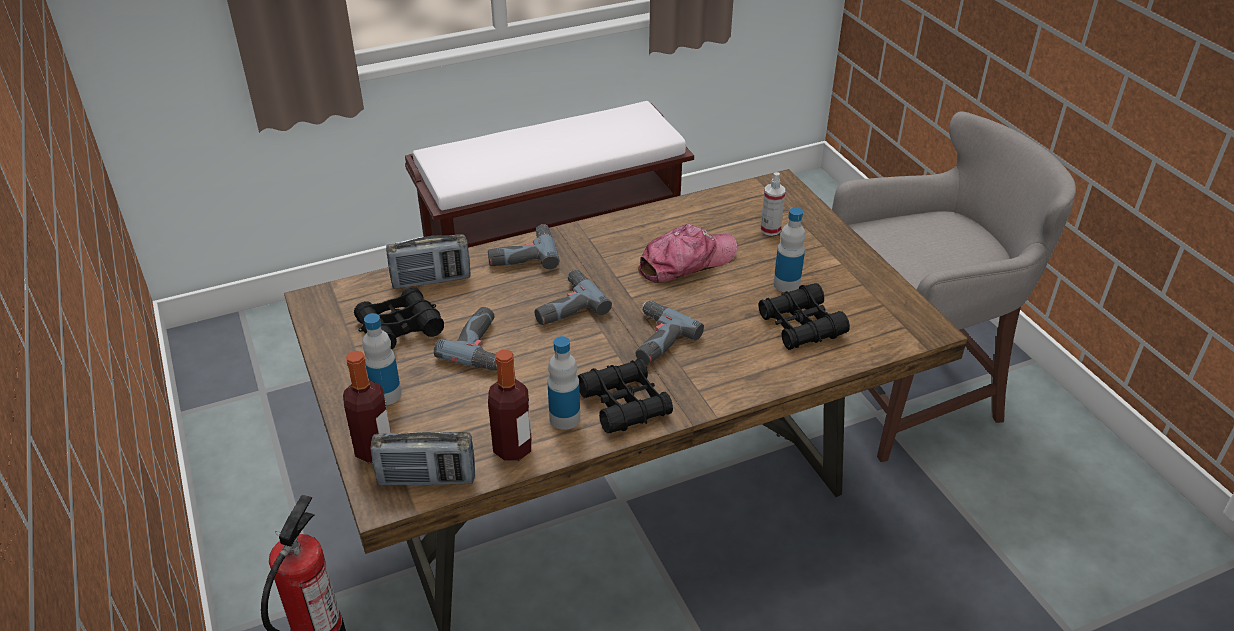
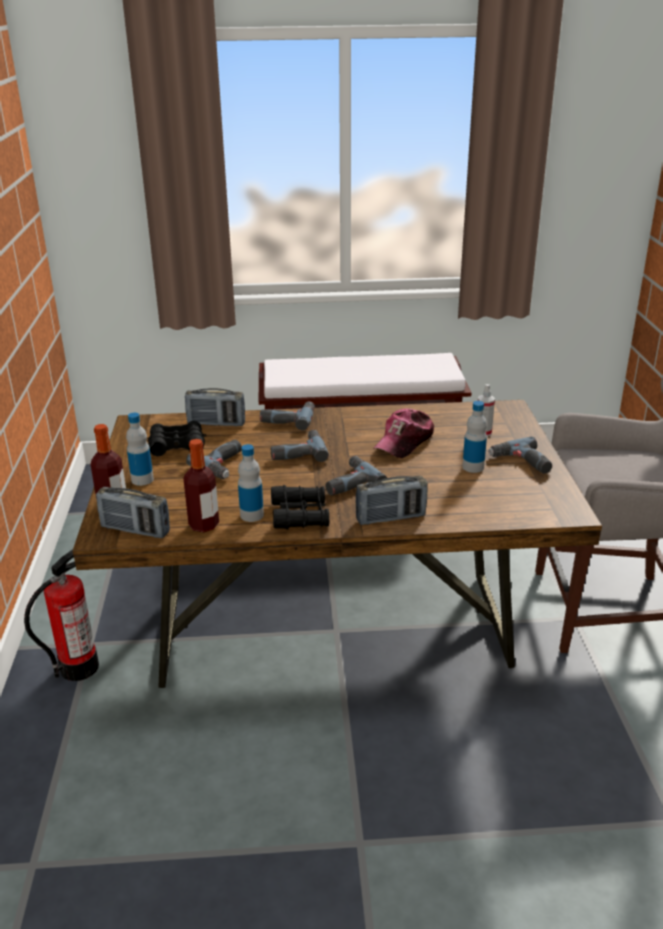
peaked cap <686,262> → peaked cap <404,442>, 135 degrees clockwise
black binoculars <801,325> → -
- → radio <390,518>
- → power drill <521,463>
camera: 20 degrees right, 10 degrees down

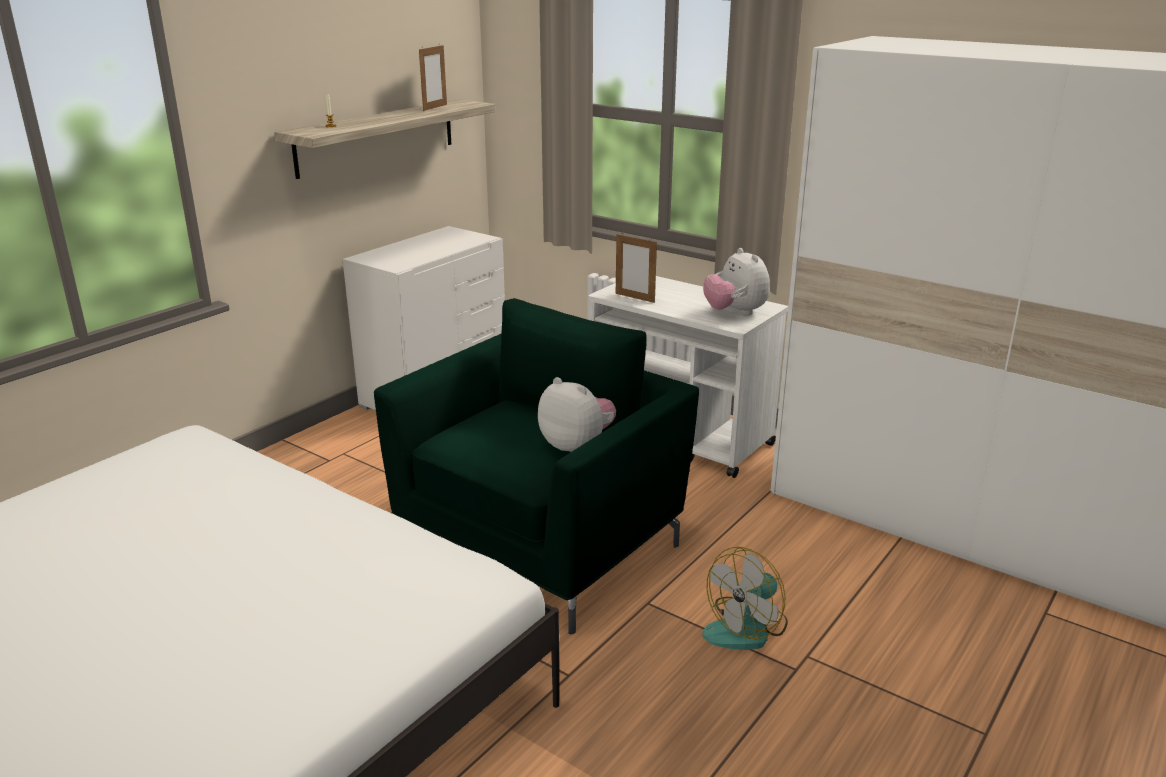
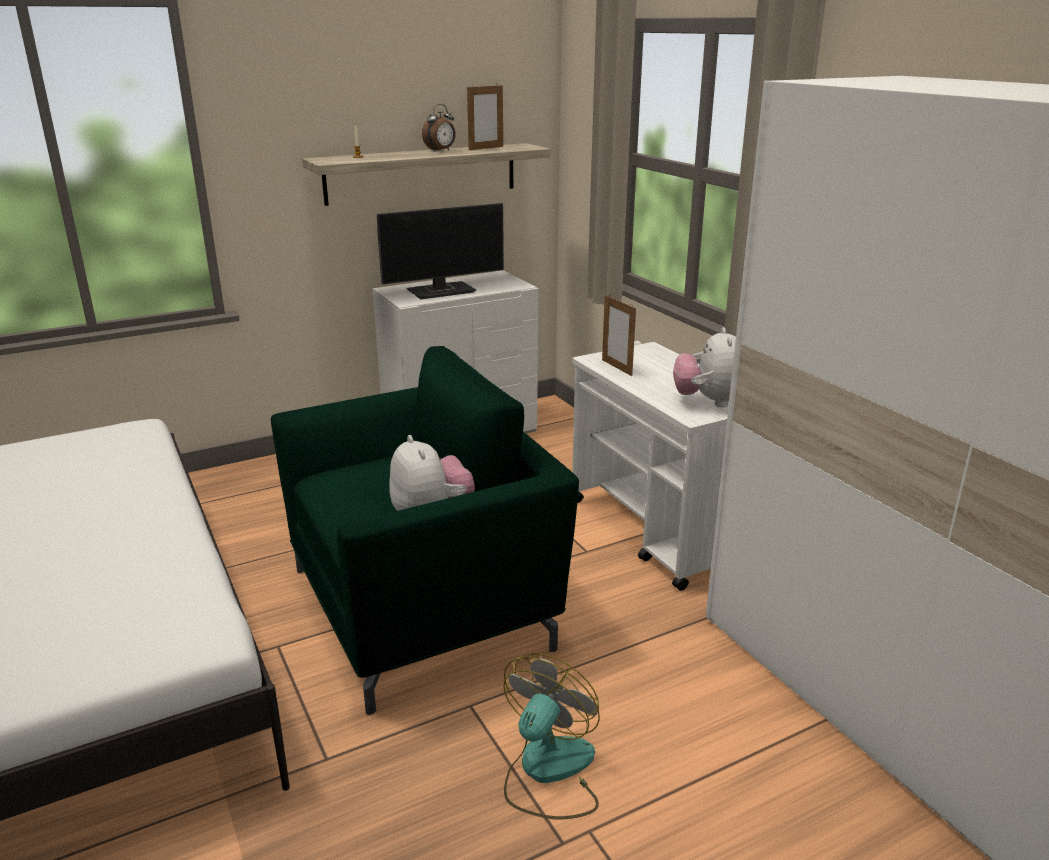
fan <746,629> → fan <548,772>, 135 degrees clockwise
- → monitor <442,291>
- → table clock <441,150>
camera: 25 degrees right, 0 degrees up

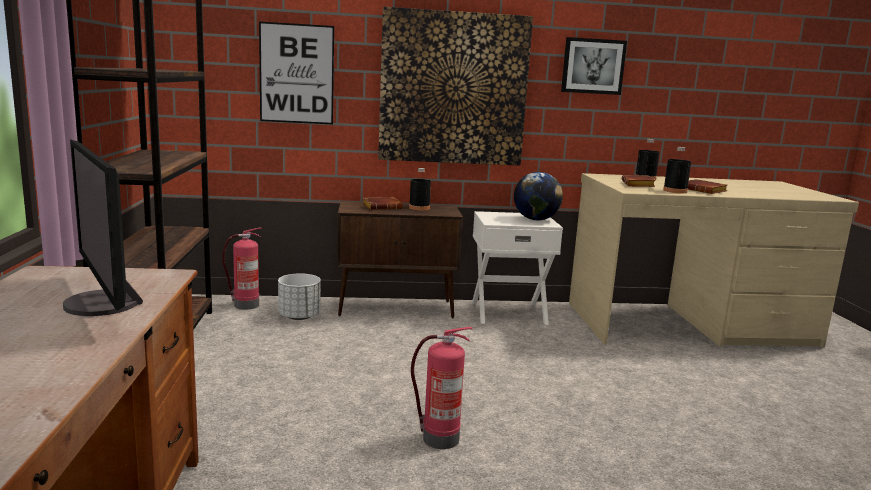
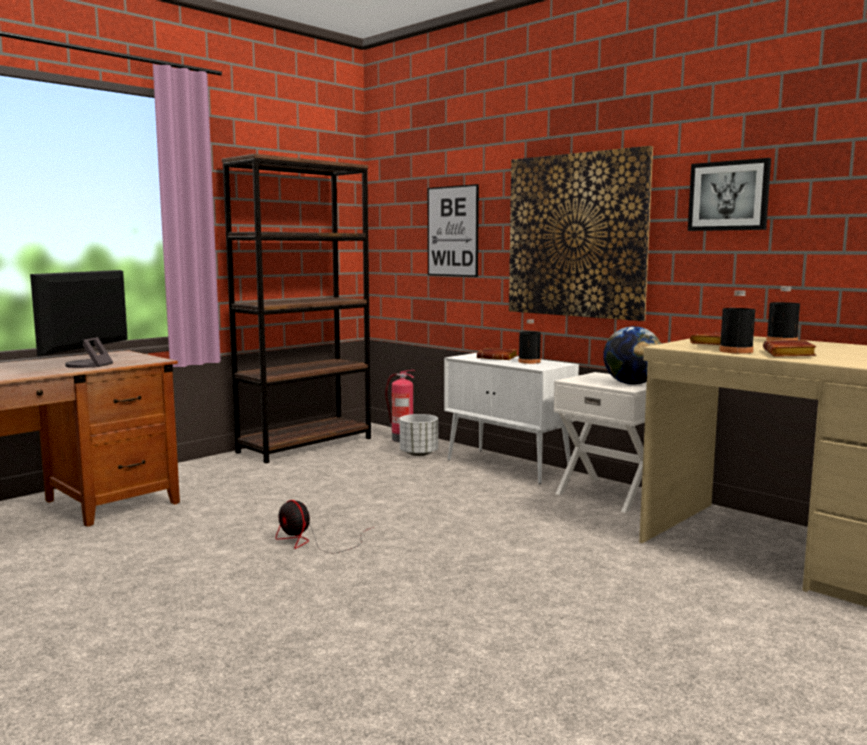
brownish cabinet <397,308> → white cabinet <509,466>
fire extinguisher <439,439> → fan <313,542>
camera: 50 degrees right, 5 degrees down

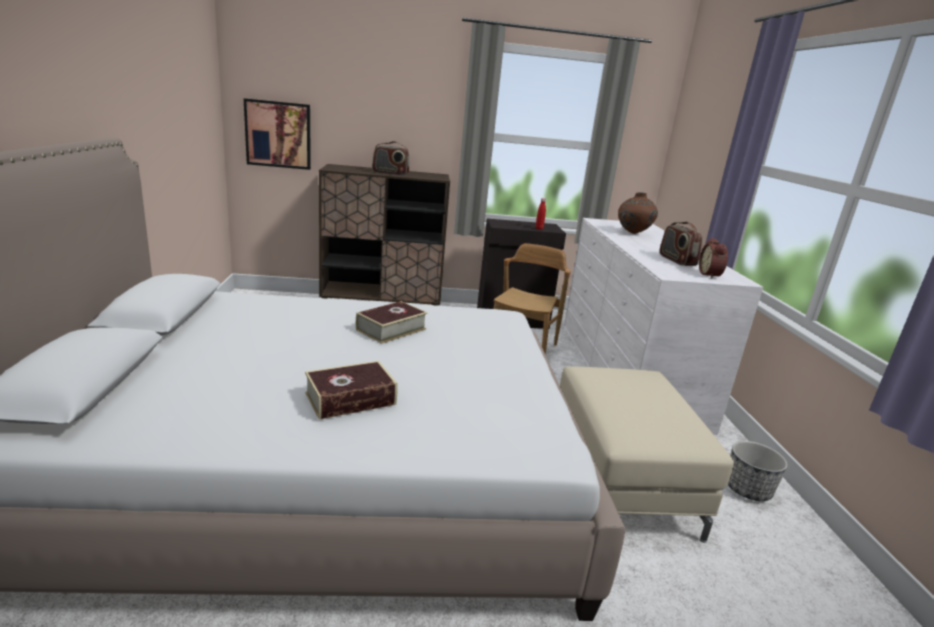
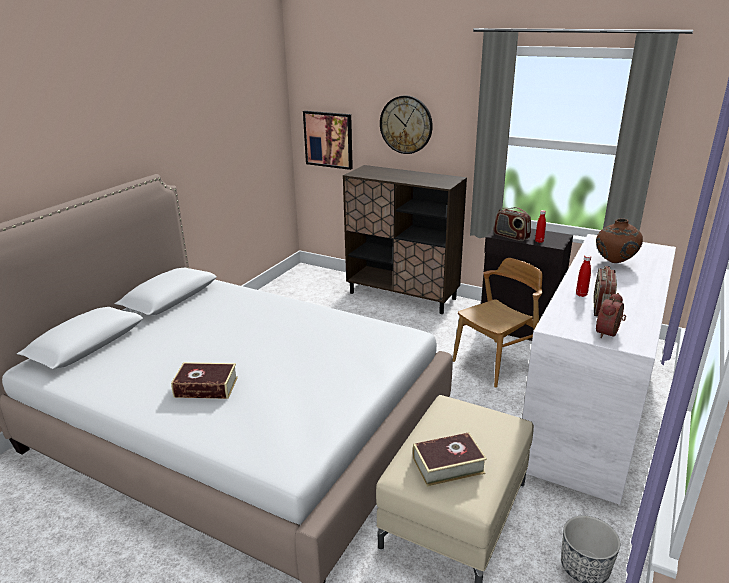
bound book <391,329> → bound book <448,465>, move
radio <390,173> → radio <511,236>, move
- → wall clock <406,125>
- → red-coloured bottle <581,294>
camera: 35 degrees right, 5 degrees up

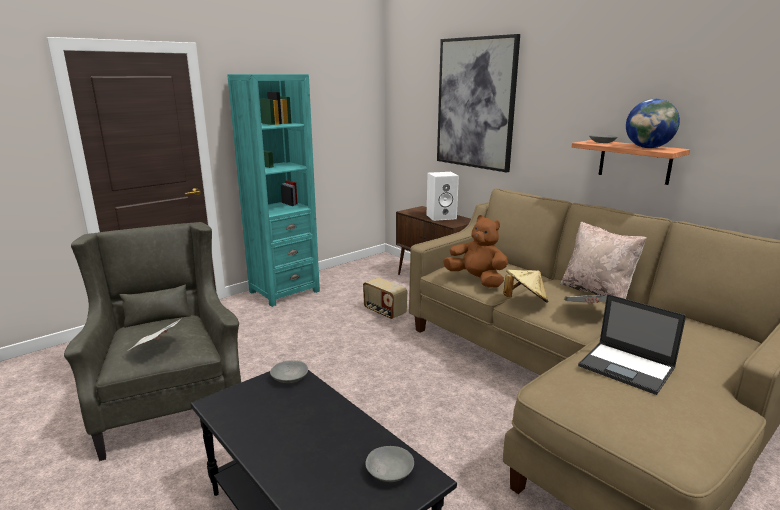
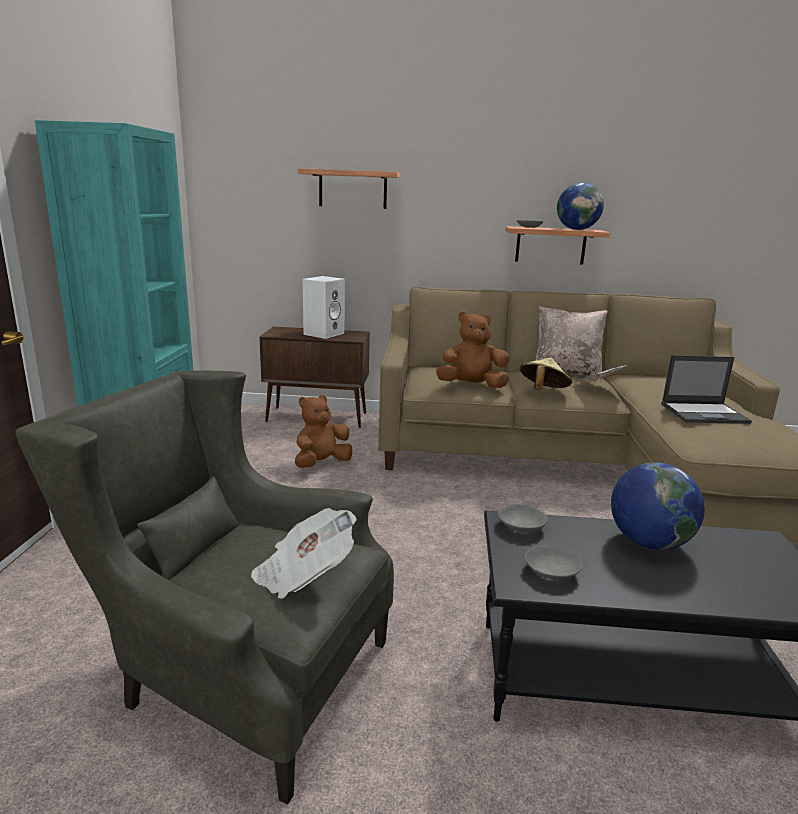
radio <384,312> → brownish plush toy <321,463>
gray deep dish <389,471> → gray deep dish <550,571>, move
wall art <475,104> → wall shelf <353,189>
- → desk globe <648,542>
camera: 45 degrees left, 0 degrees up

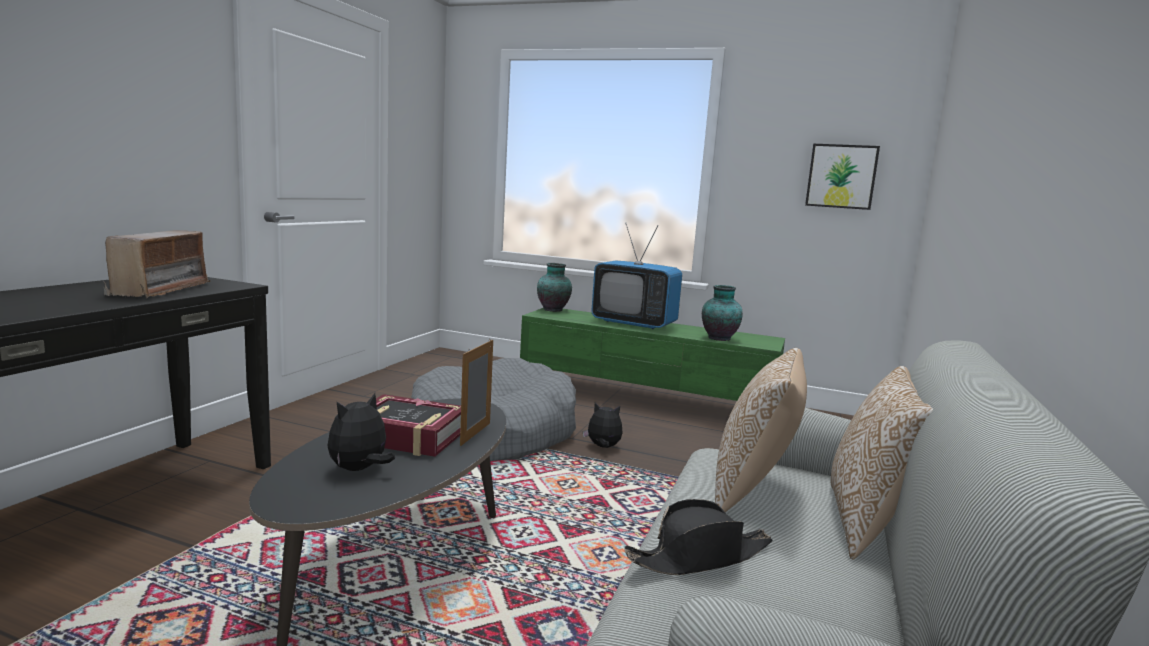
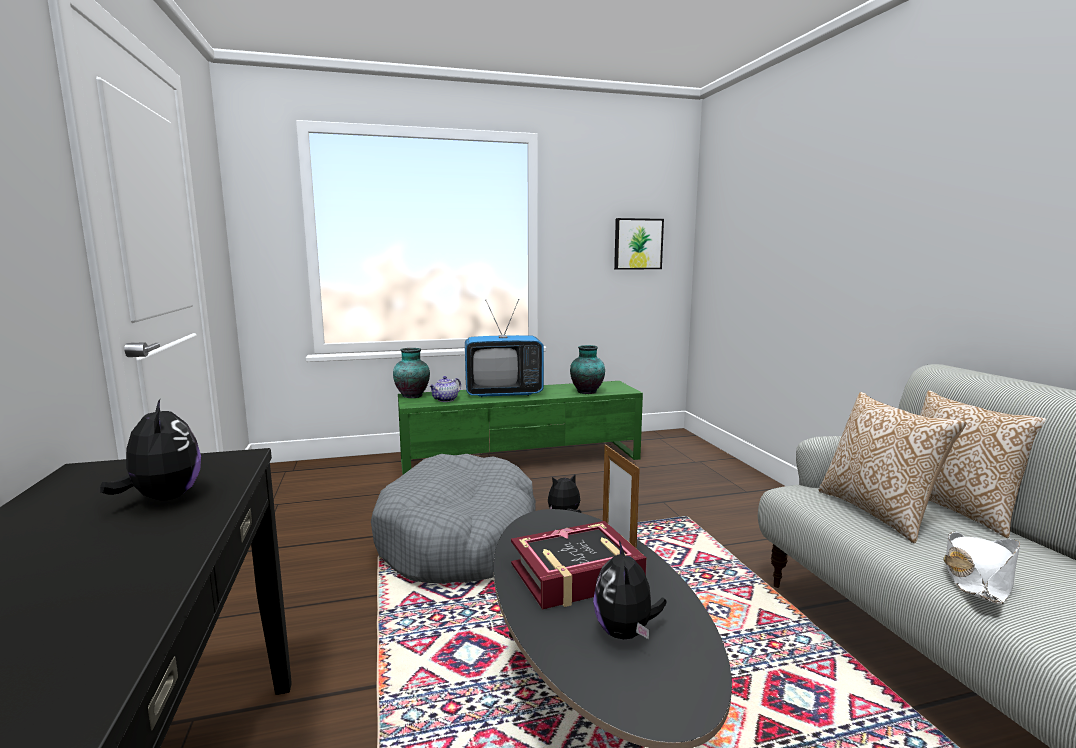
radio <161,290> → plush toy <163,498>
black clothing hat <700,557> → white clothing hat <977,578>
- → pot for tea <446,400>
camera: 35 degrees left, 0 degrees up

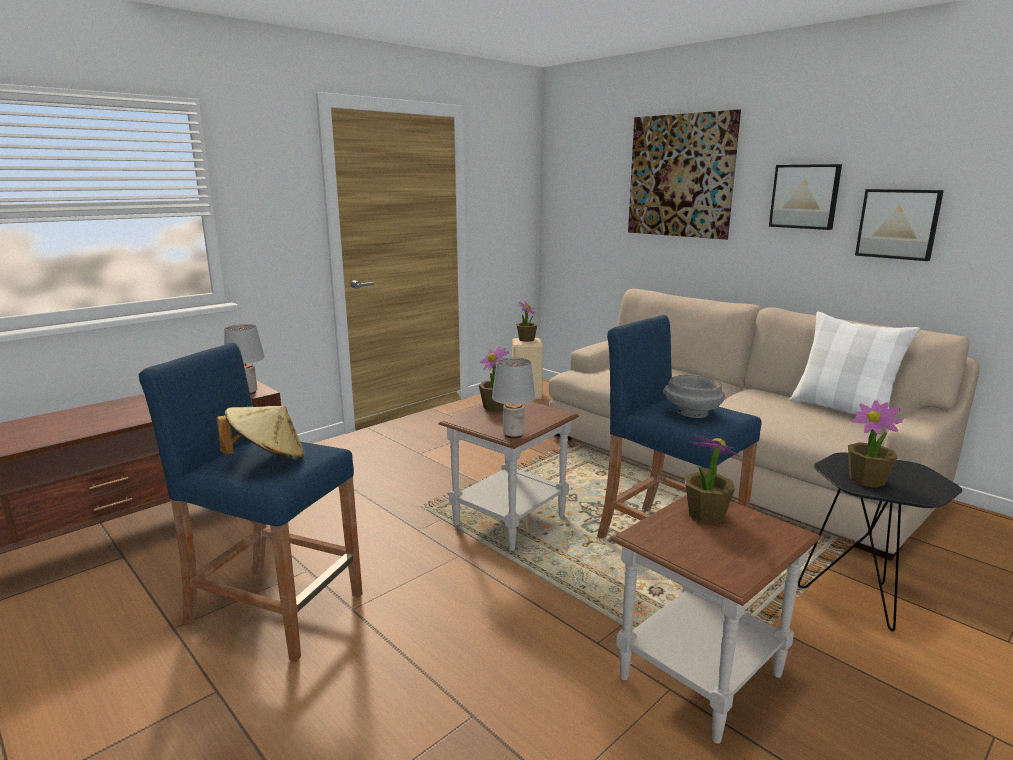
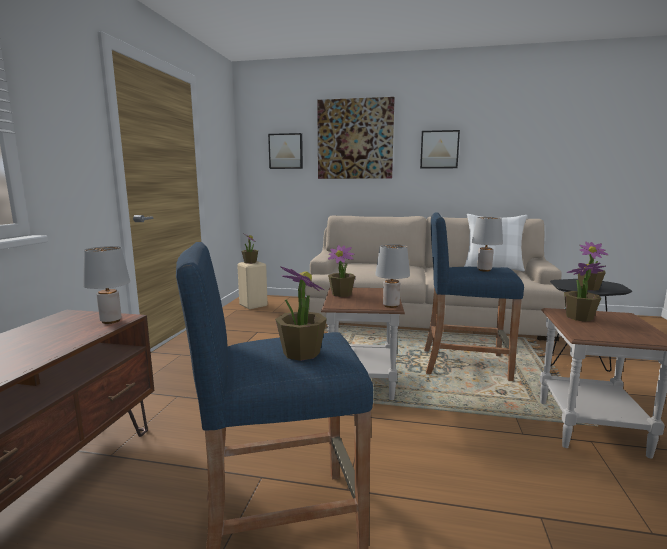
sand-coloured clothing hat <267,459> → houseplant <301,353>
gray deep dish <691,413> → gray table lamp <484,270>
wall art <898,224> → wall art <286,151>, move
camera: 35 degrees left, 5 degrees down

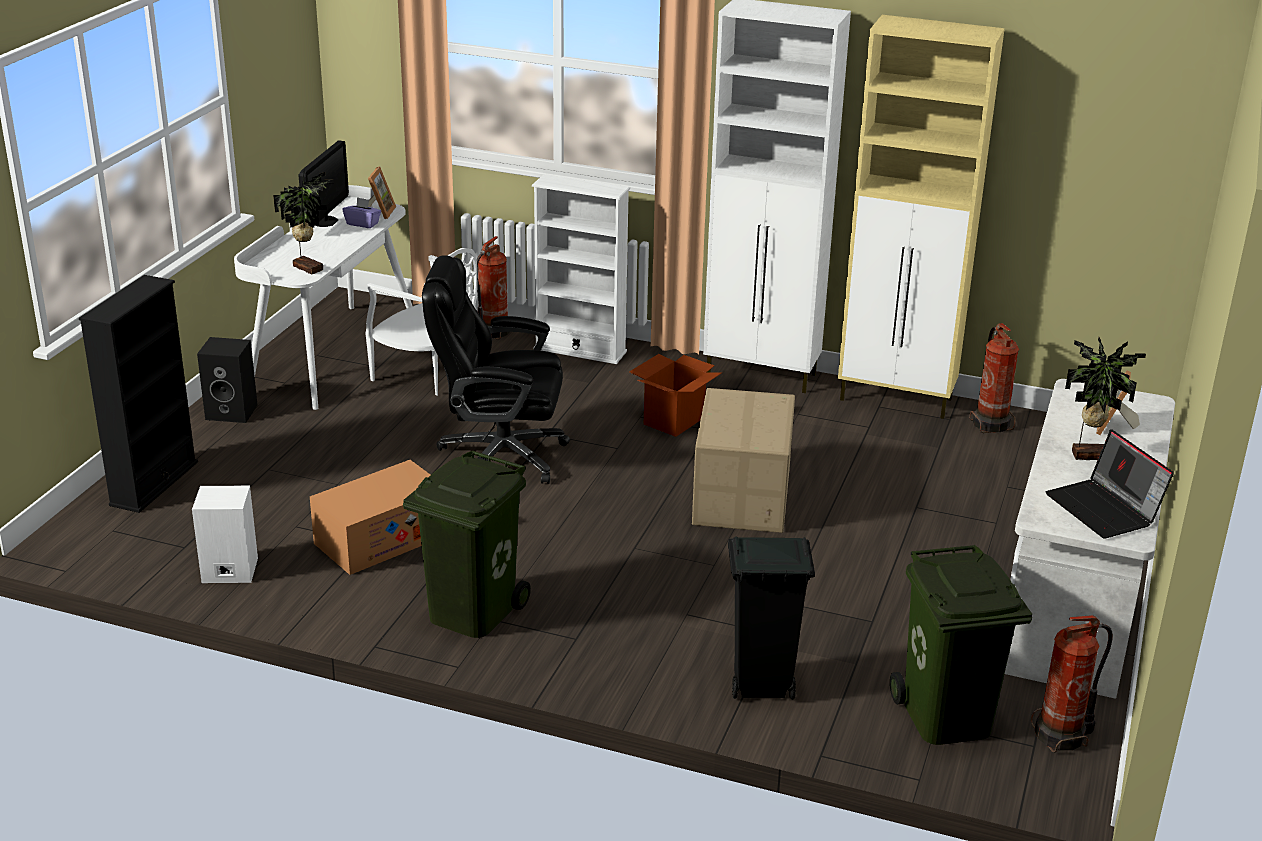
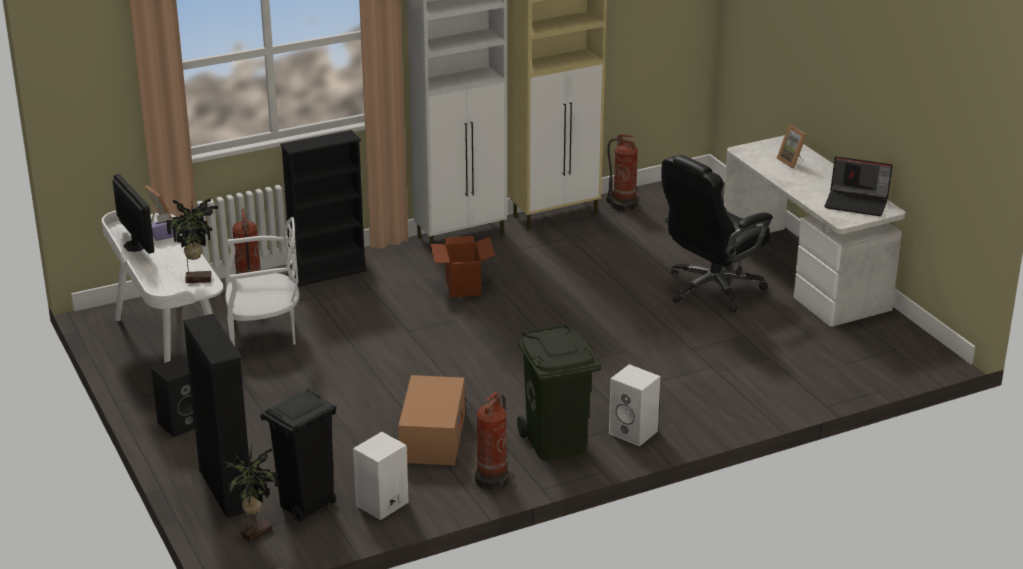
black desk chair <499,456> → black desk chair <711,289>, move
white shelving unit <580,350> → black shelving unit <328,273>
cardboard box <743,497> → -
black rubbish bin <760,686> → black rubbish bin <306,506>, move
green-coloured rubbish bin <945,717> → -
fire extinguisher <1062,736> → fire extinguisher <493,480>, move
houseplant <1089,454> → houseplant <255,533>, move
- → white loudspeaker <634,432>
camera: 45 degrees left, 0 degrees up

